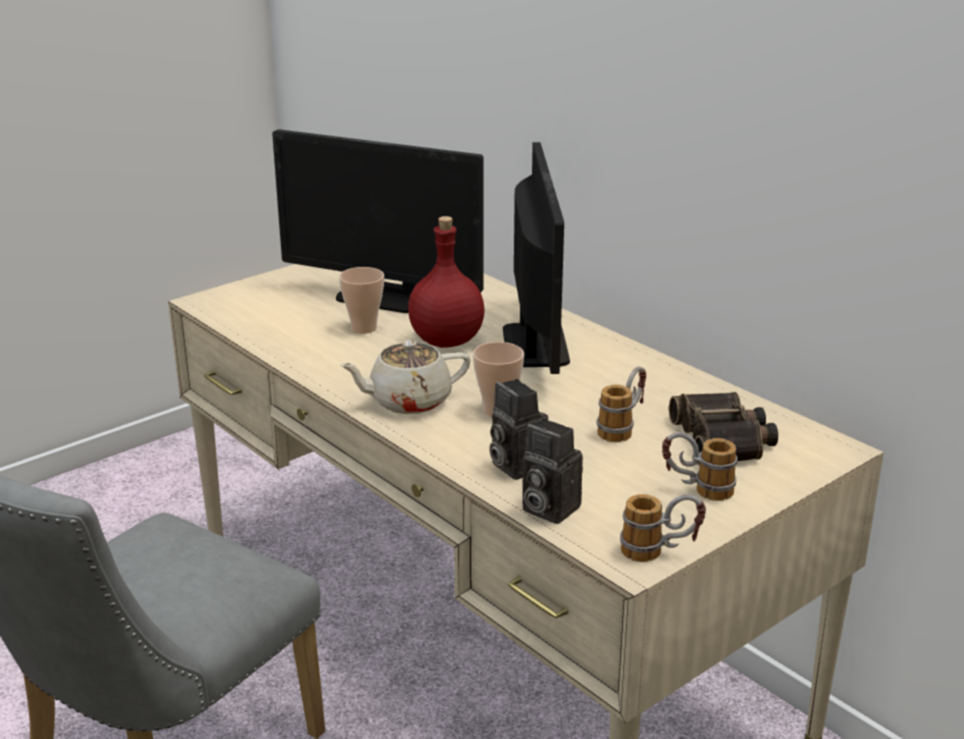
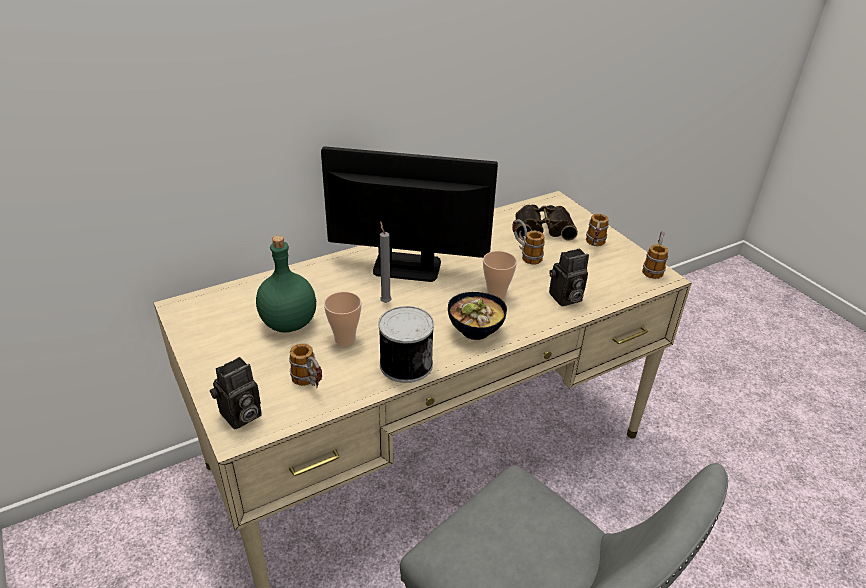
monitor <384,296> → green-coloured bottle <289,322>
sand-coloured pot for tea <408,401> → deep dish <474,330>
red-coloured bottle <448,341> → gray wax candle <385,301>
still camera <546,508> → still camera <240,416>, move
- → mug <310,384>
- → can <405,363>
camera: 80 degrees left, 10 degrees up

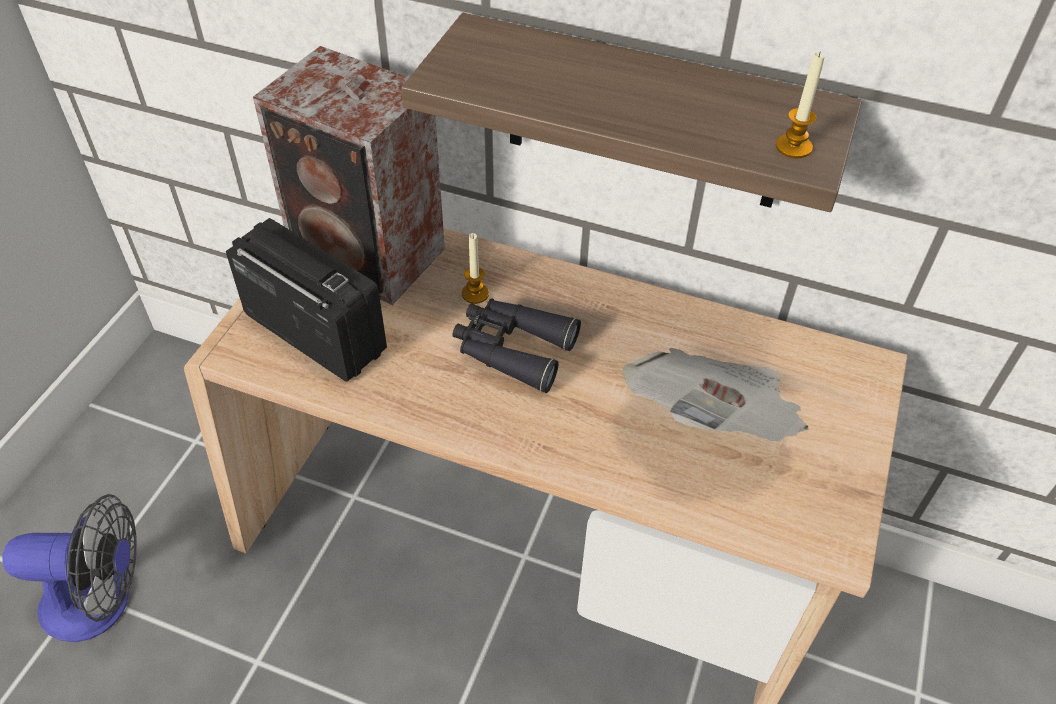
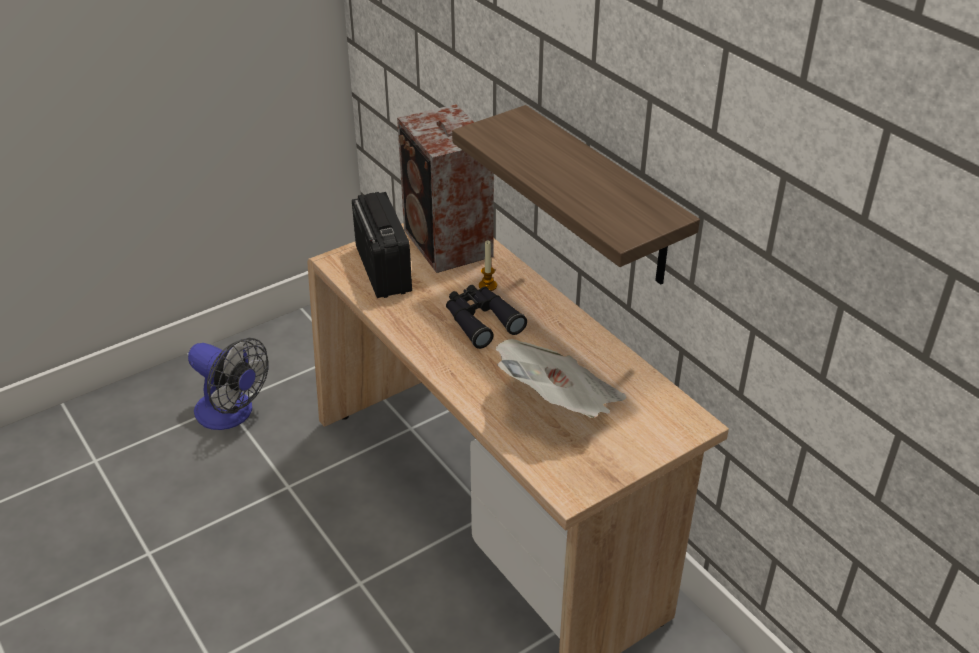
wax candle <793,147> → -
camera: 35 degrees right, 10 degrees down

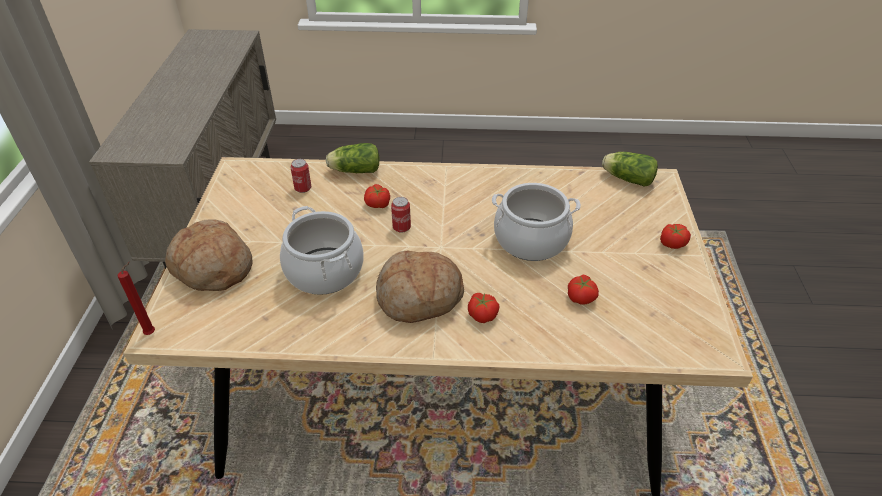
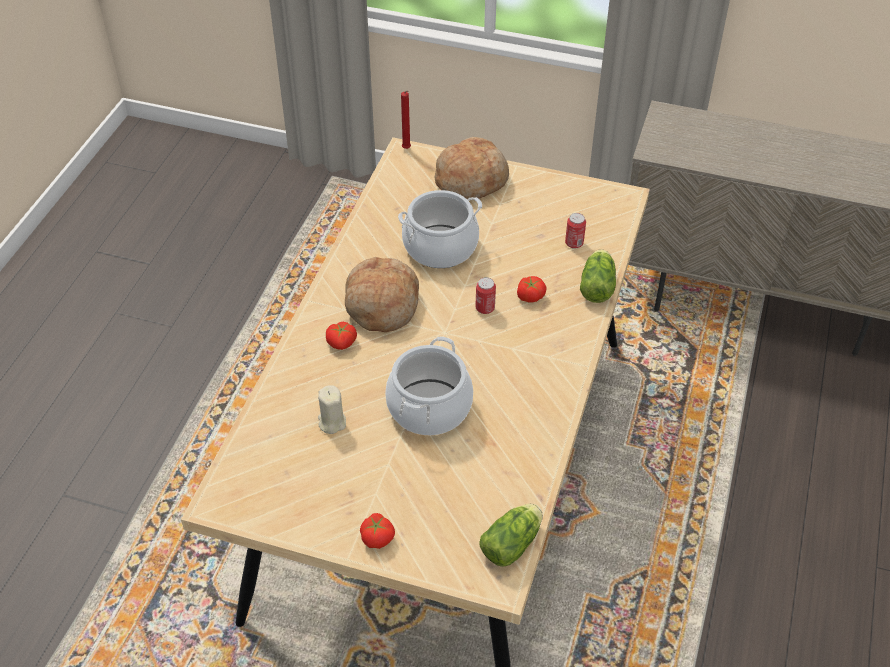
fresh tomato <581,297> → sand-coloured wax candle <332,422>
camera: 105 degrees right, 5 degrees up

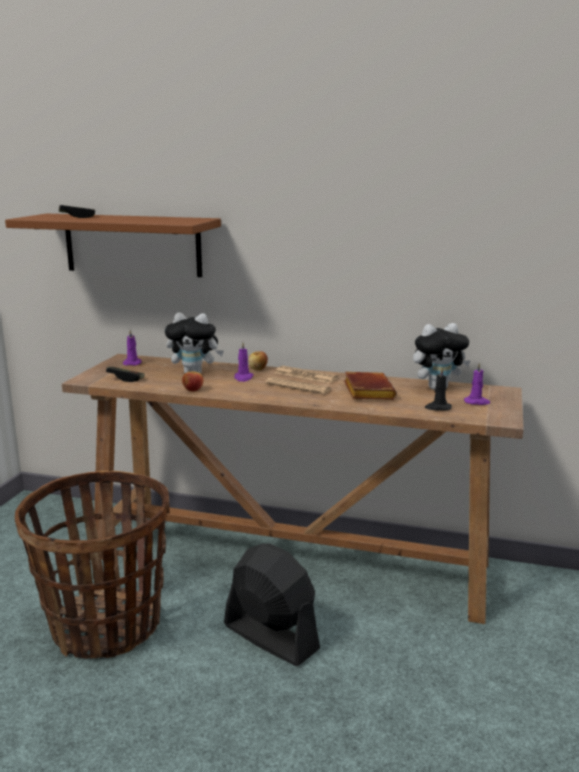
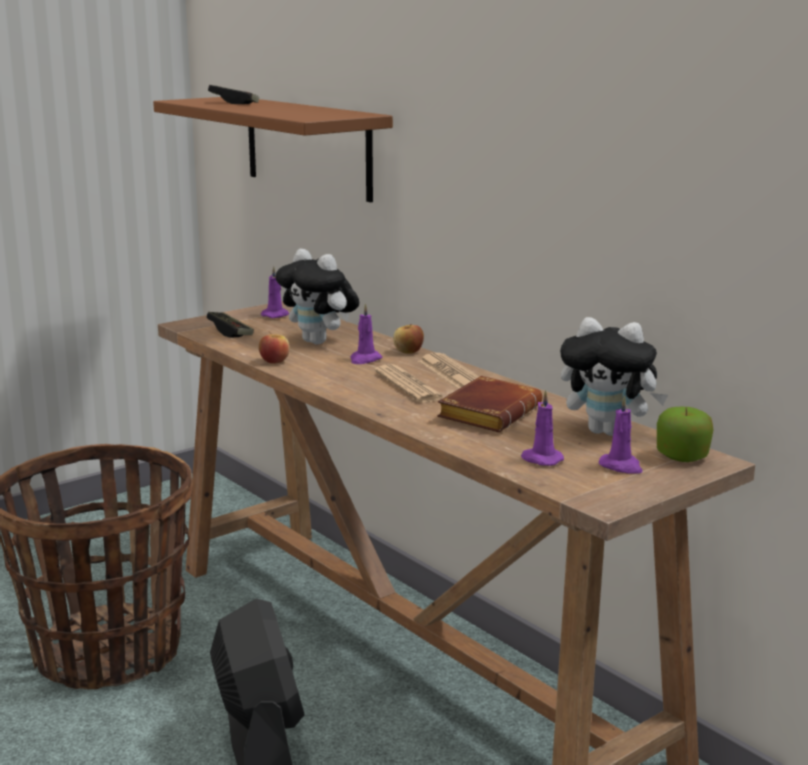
black wax candle <438,408> → purplish wax candle <541,459>
- → whole apple <682,457>
camera: 35 degrees right, 0 degrees up

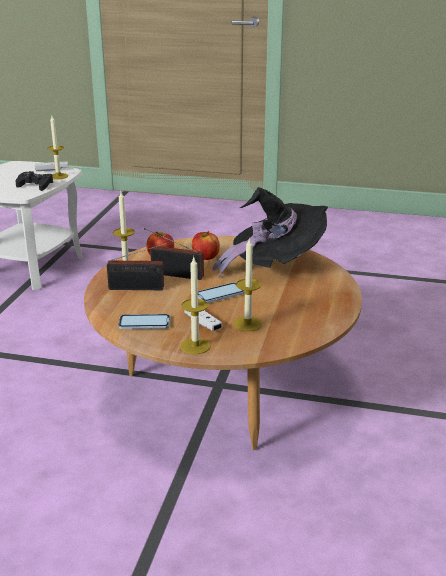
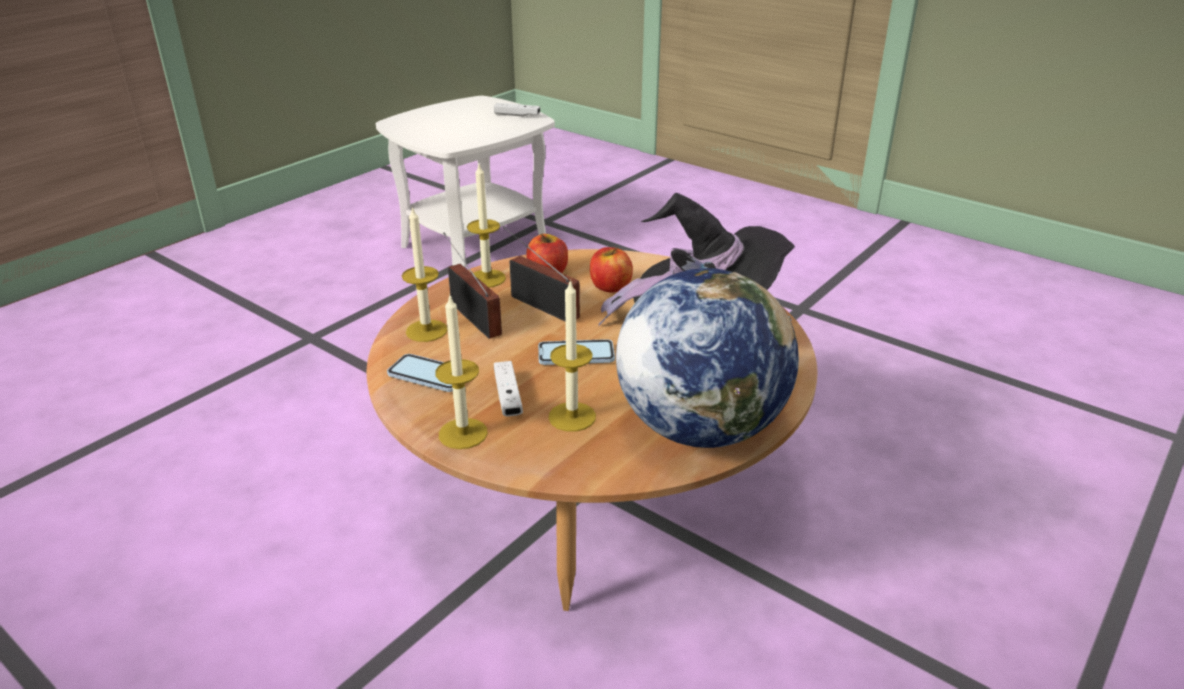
black gamepad <35,185> → -
wax candle <58,176> → wax candle <426,331>, move
radio <139,288> → radio <474,316>, 150 degrees counterclockwise
- → desk globe <700,428>
camera: 25 degrees right, 5 degrees up

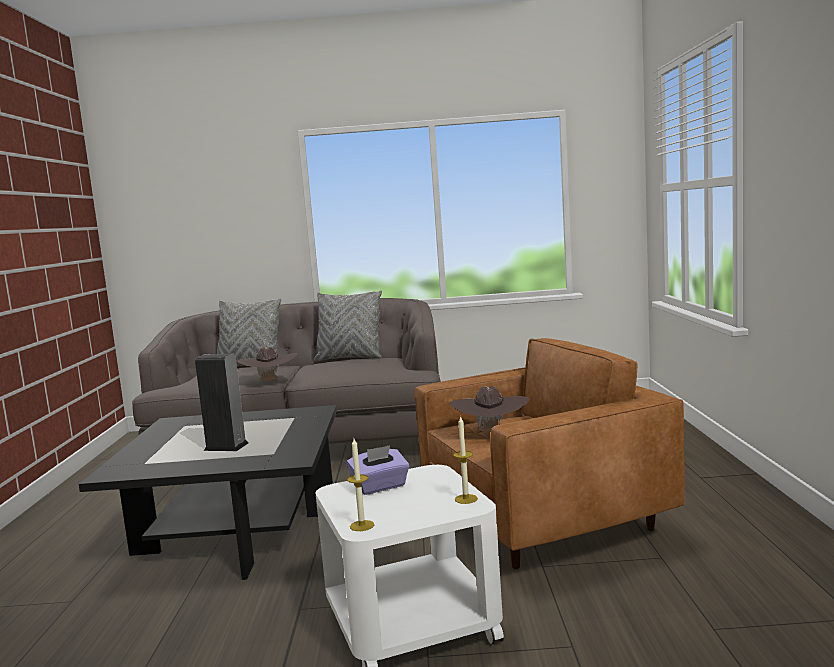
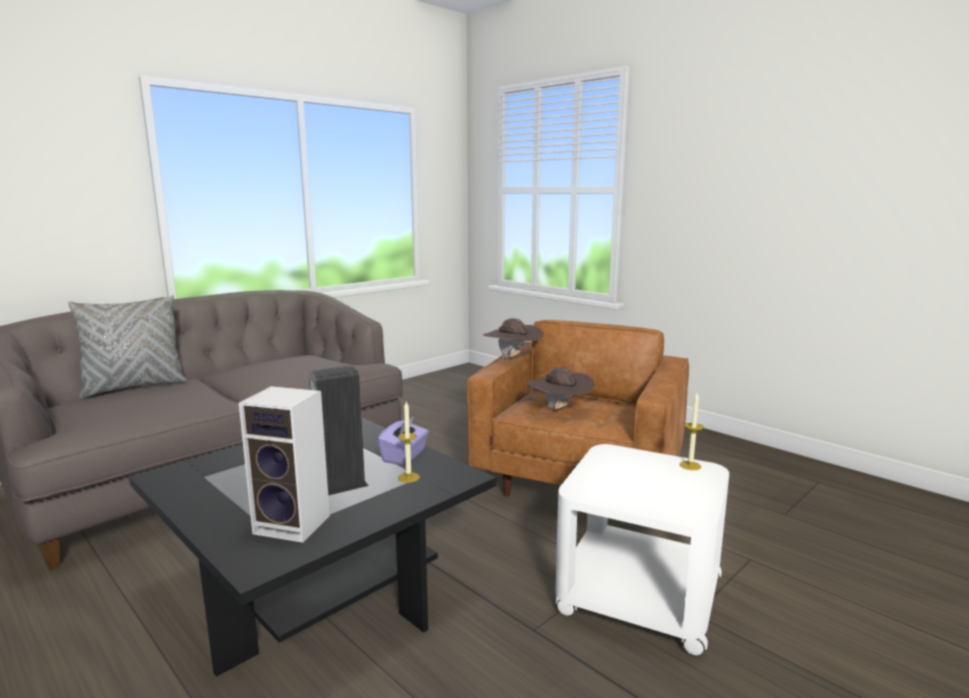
brownish clothing hat <269,382> → brownish clothing hat <513,358>, move
gray pillow <350,358> → -
wax candle <362,525> → wax candle <408,477>, move
purplish tissue holder <380,487> → purplish tissue holder <404,456>, move
- → loudspeaker <295,524>
camera: 45 degrees left, 5 degrees up

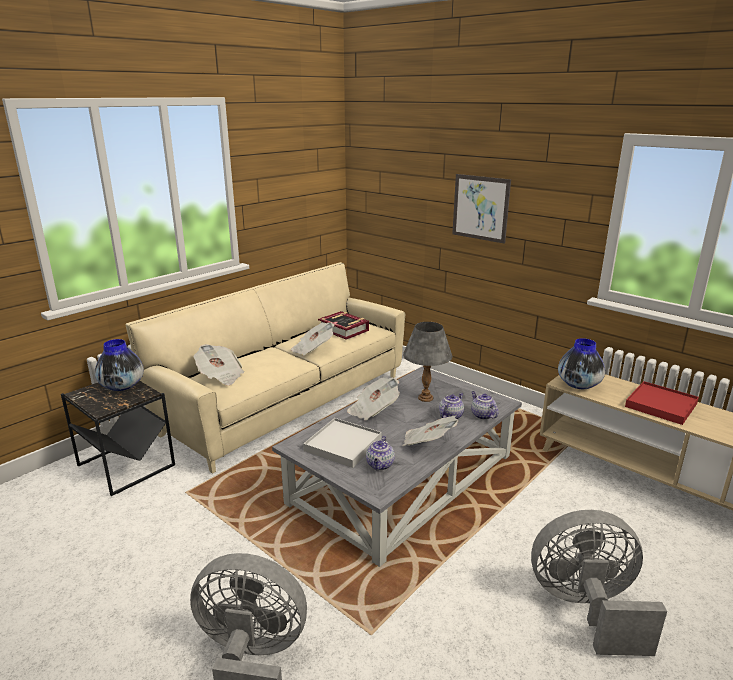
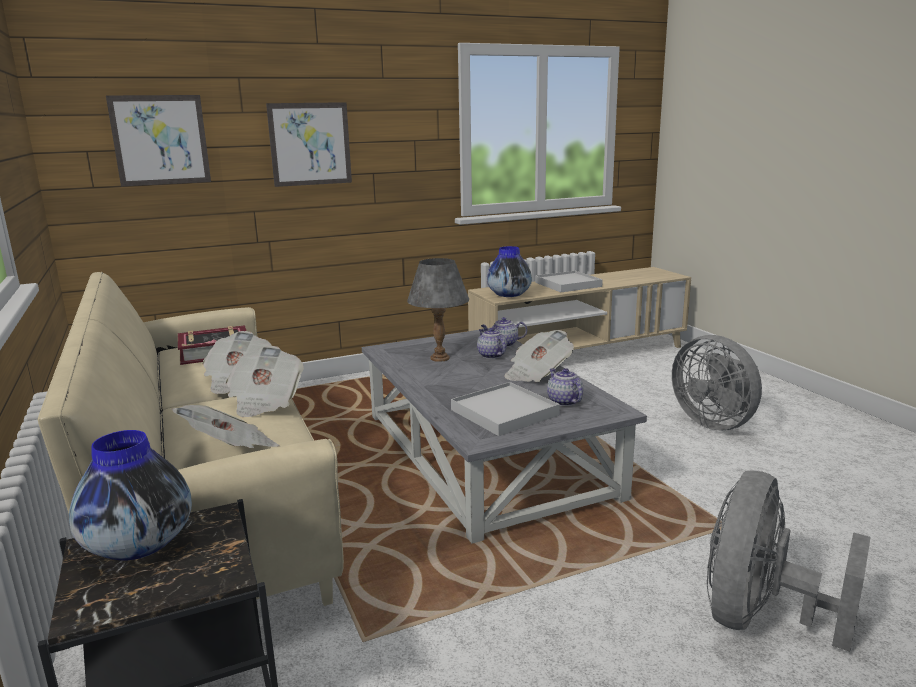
daily paper <373,410> → daily paper <265,401>, move
pot for tea <380,465> → pot for tea <563,401>, 150 degrees counterclockwise
gray fan <586,609> → gray fan <715,422>, 60 degrees counterclockwise
red-coloured carrying tray <661,405> → white carrying tray <568,284>
- → wall art <160,140>
camera: 65 degrees left, 5 degrees down

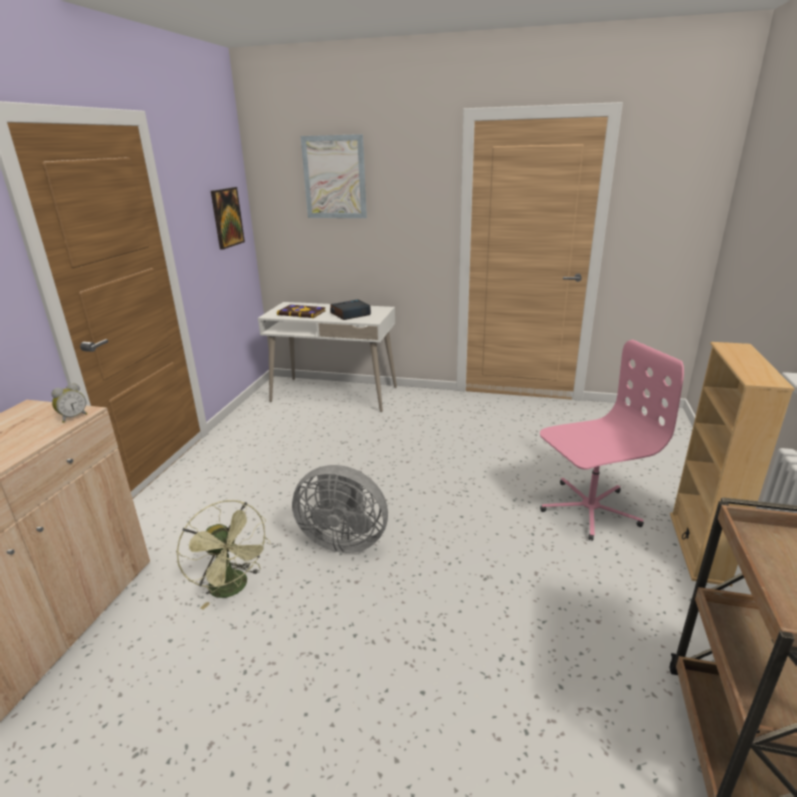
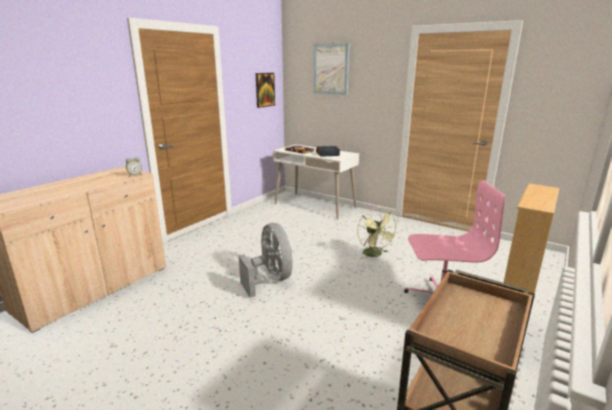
green-coloured fan <233,588> → green-coloured fan <375,255>, move
gray fan <343,539> → gray fan <270,279>, 150 degrees counterclockwise
camera: 20 degrees right, 5 degrees down

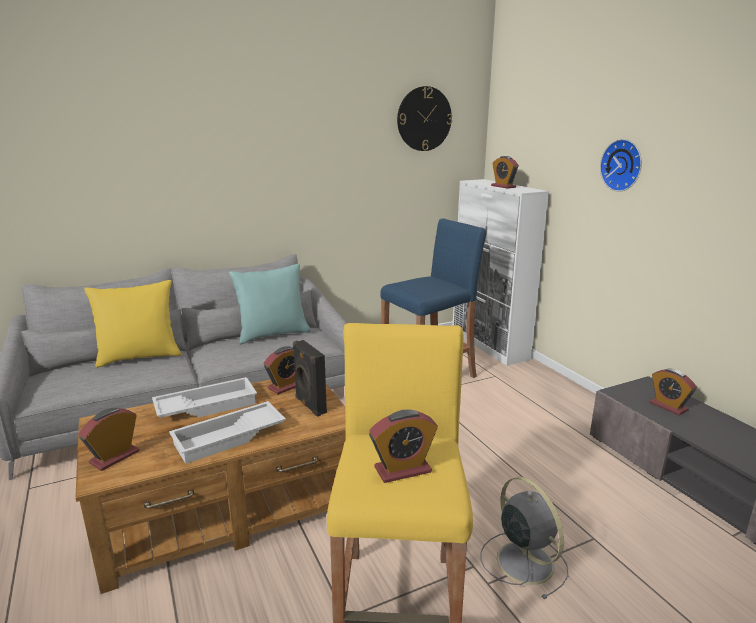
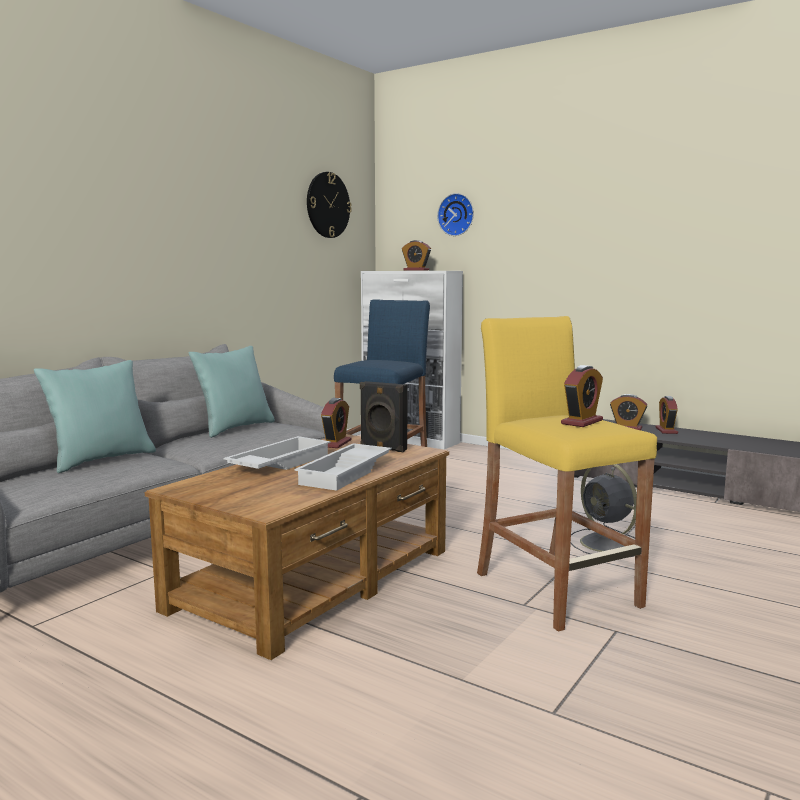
table clock <114,457> → table clock <666,430>, move
yellow-coloured pillow <139,357> → turquoise-coloured pillow <101,460>
gray fan <523,560> → gray fan <607,544>, 150 degrees counterclockwise
wall clock <623,165> → wall clock <457,215>, move
camera: 30 degrees left, 10 degrees down

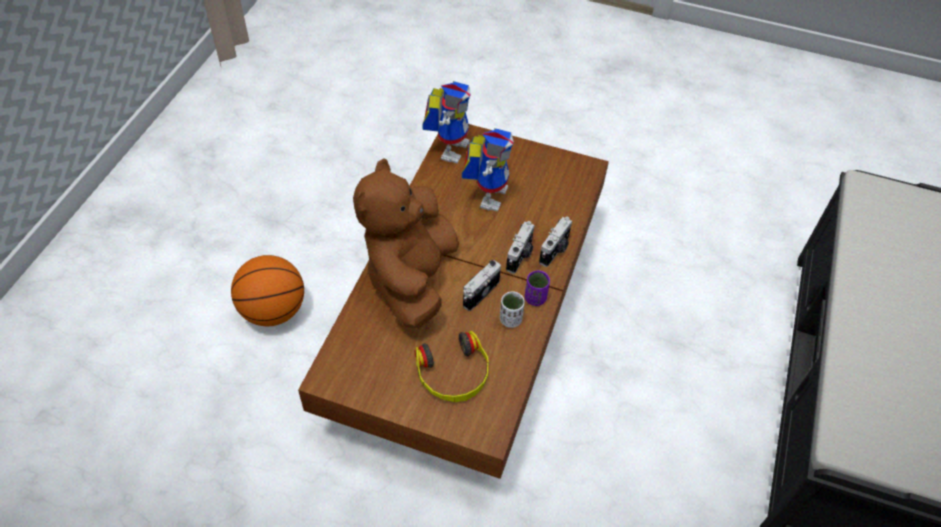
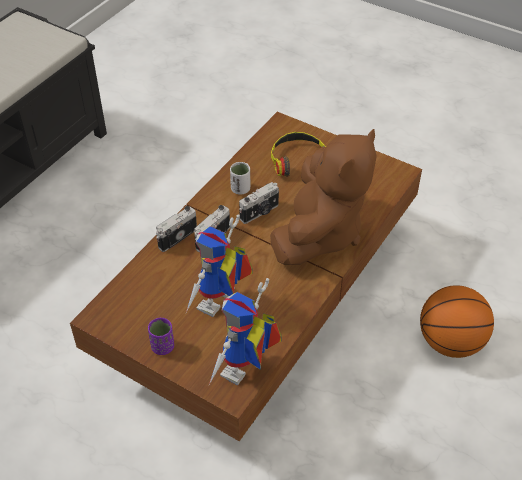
purplish small cup <535,298> → purplish small cup <162,347>, move
camera: 165 degrees left, 5 degrees down

